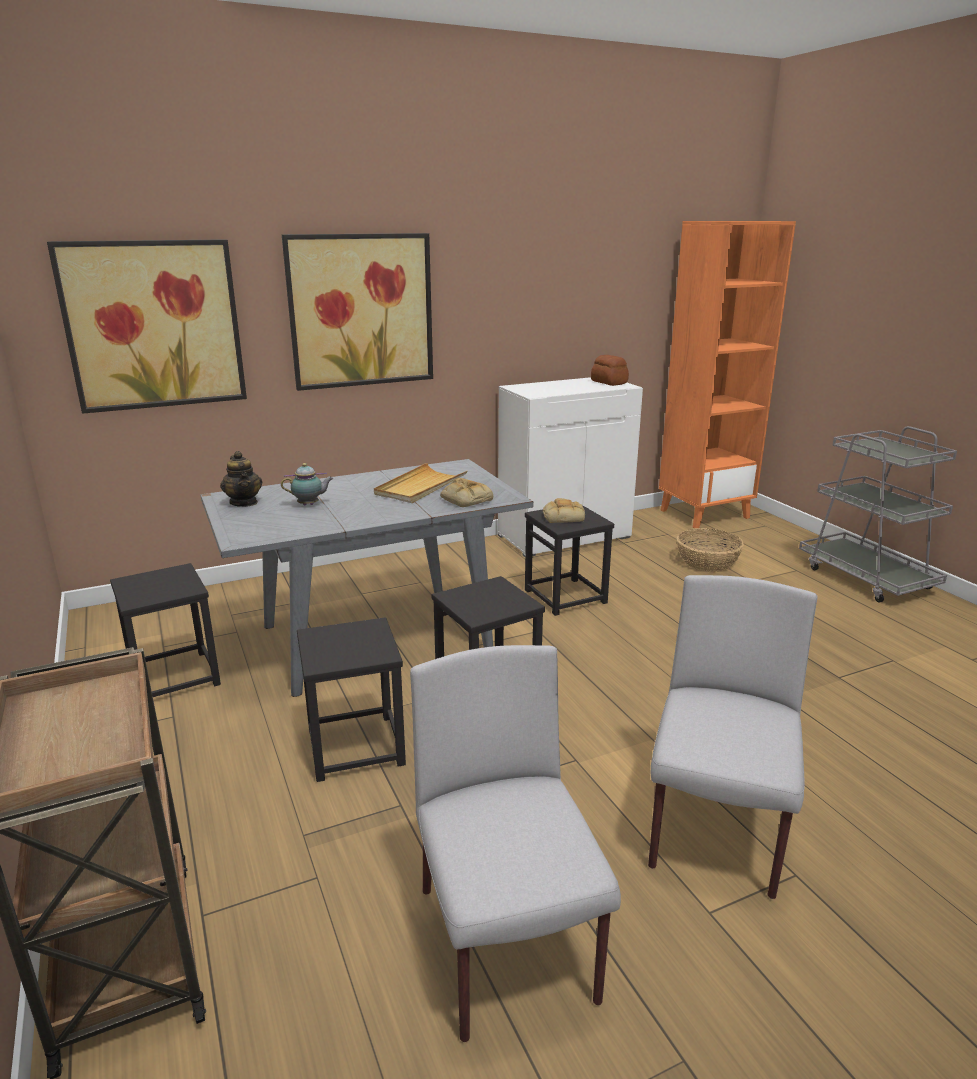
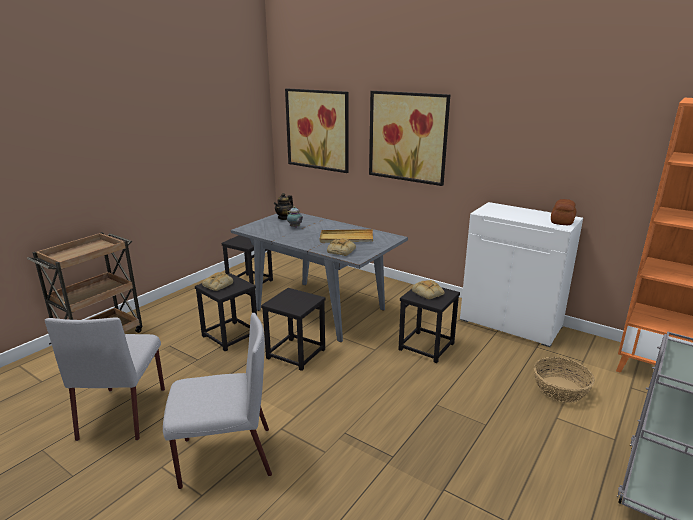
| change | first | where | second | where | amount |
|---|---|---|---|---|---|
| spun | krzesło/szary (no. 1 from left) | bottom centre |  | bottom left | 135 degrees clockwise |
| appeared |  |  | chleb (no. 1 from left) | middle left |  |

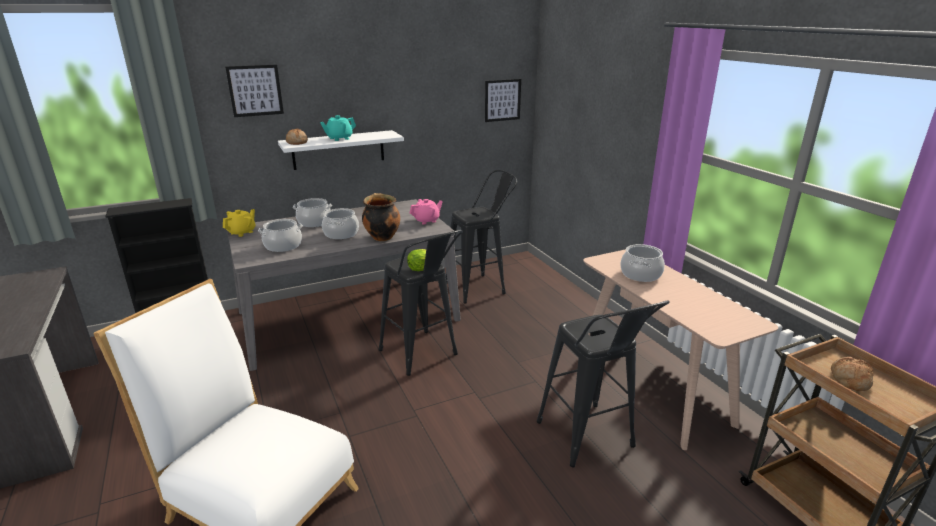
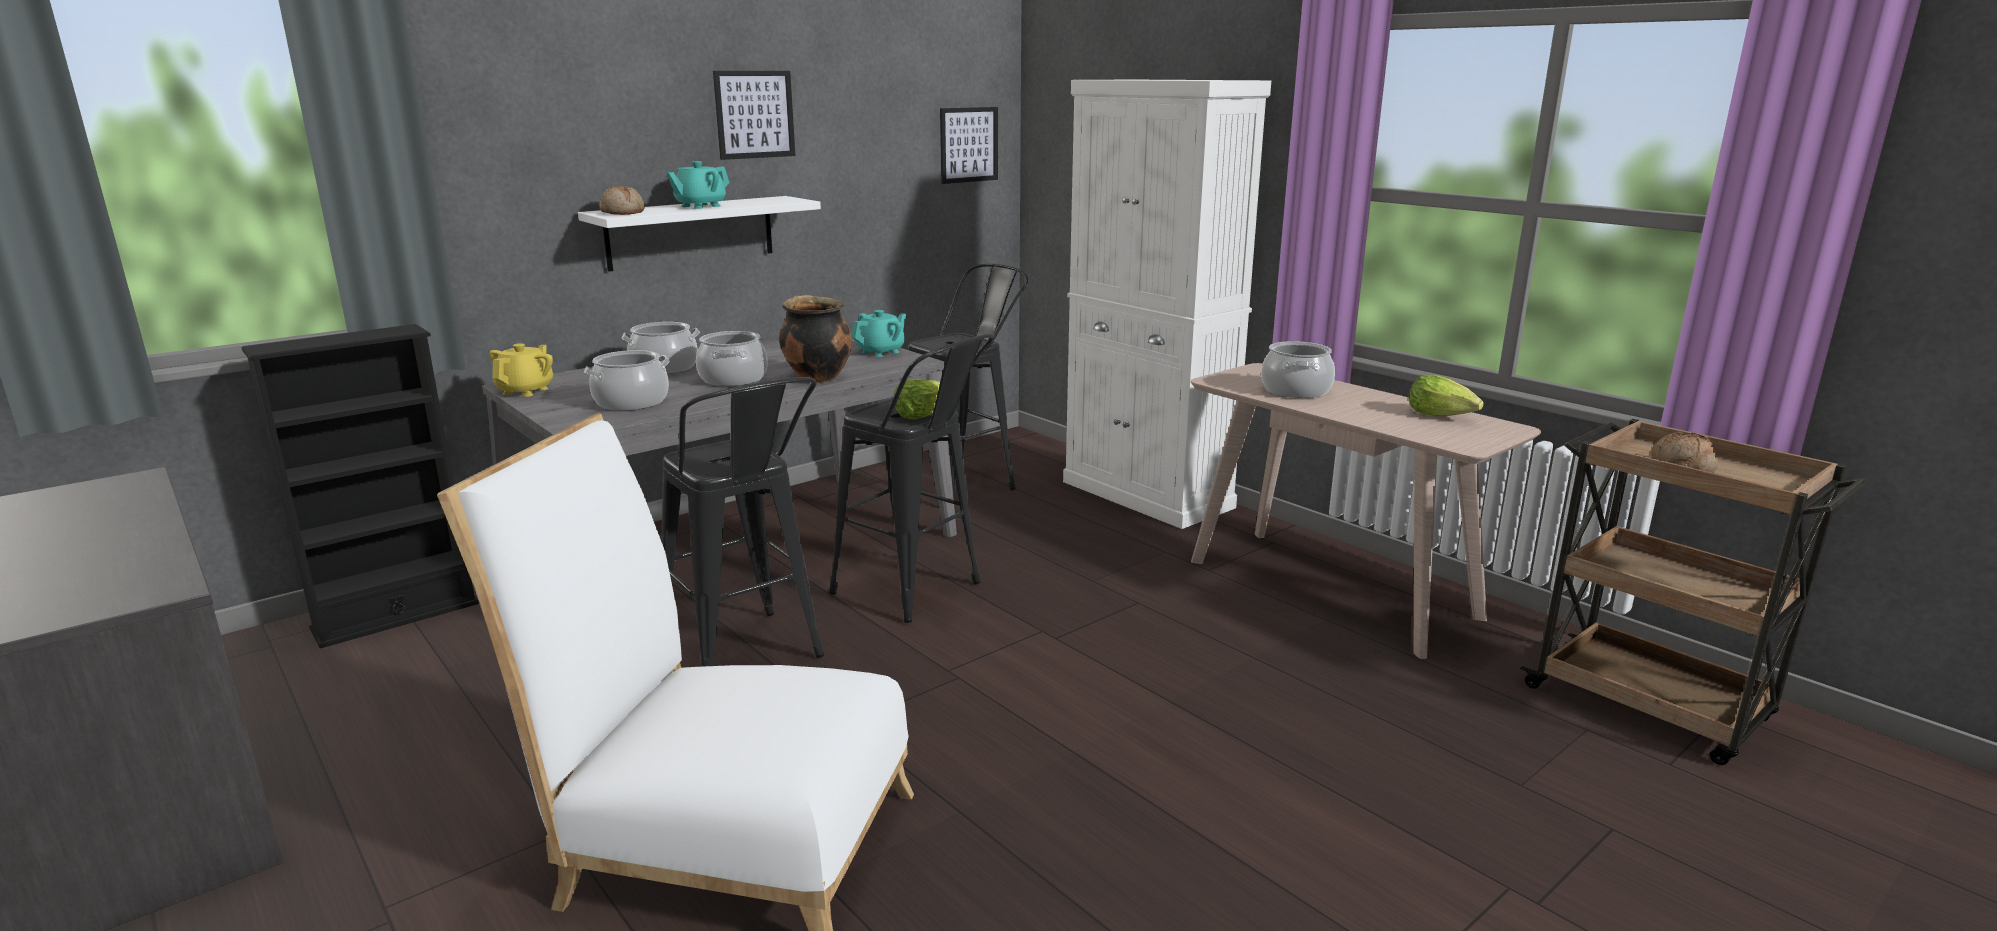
| change | first | where | second | where | amount |
|---|---|---|---|---|---|
| relocated | obraz (no. 1 from left) | top left |  | top centre |  |
| colour | imbryk/różowy | centre | imbryk/turkusowy (no. 2 from left) | centre |  |
| relocated | stołek/czarny (no. 3 from left in the first image) | bottom centre | stołek/czarny (no. 1 from left) | centre |  |
| appeared |  |  | szafka/biały | top centre |  |
| appeared |  |  | sałata (no. 2 from left) | middle right |  |

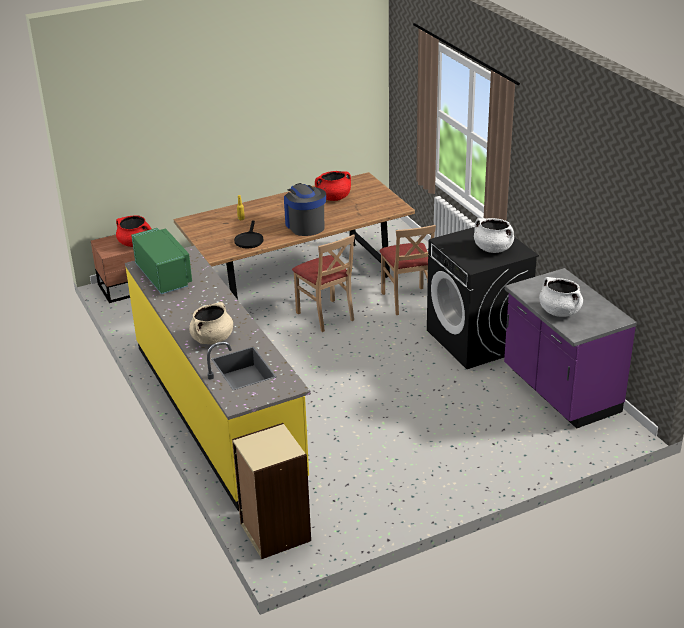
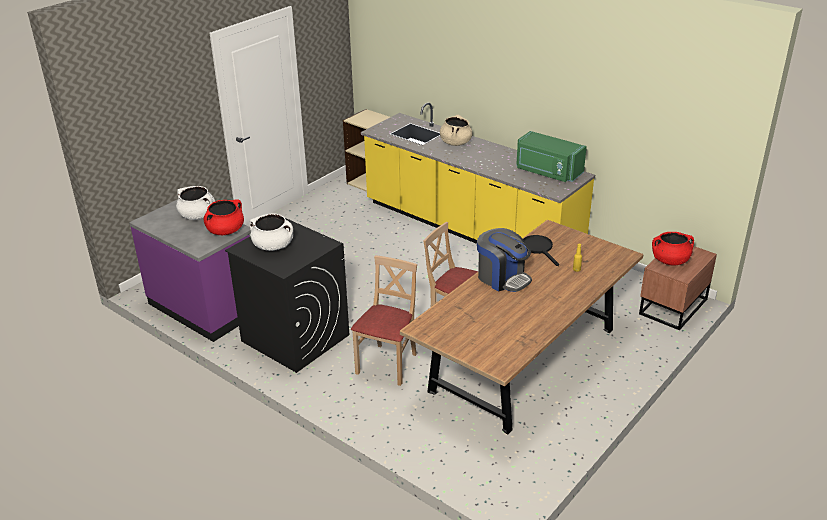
| change | first | where | second | where | amount |
|---|---|---|---|---|---|
| relocated | garnek/czerwony (no. 2 from left in the first image) | top centre | garnek/czerwony (no. 1 from left) | middle left |  |
| spun | krzesło/beżowy (no. 2 from left in the first image) | centre | krzesło/beżowy (no. 1 from left) | centre | 60 degrees clockwise |

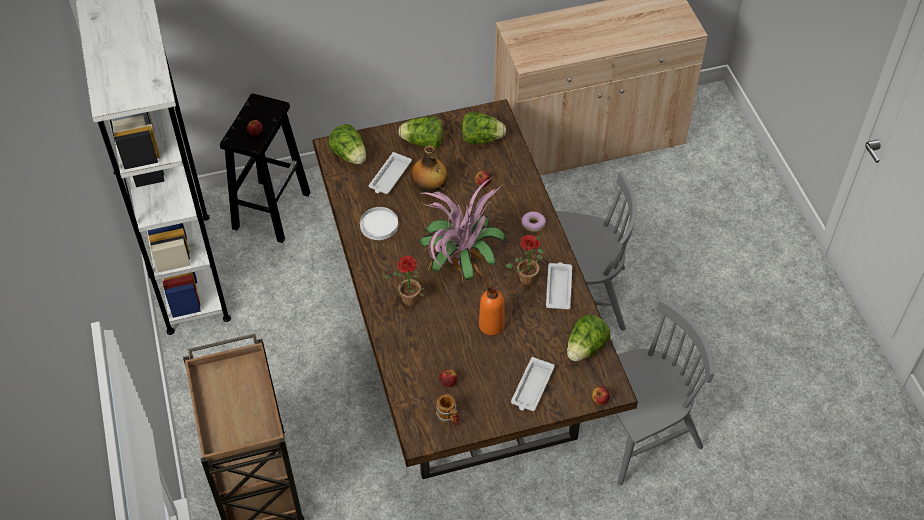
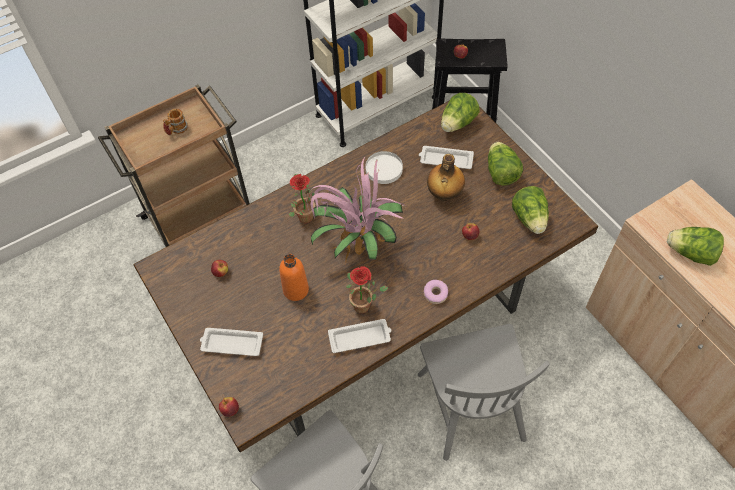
| change | first | where | second | where | amount |
|---|---|---|---|---|---|
| relocated | kubek | bottom centre |  | top left |  |
| relocated | sałata (no. 4 from left) | centre |  | middle right |  |

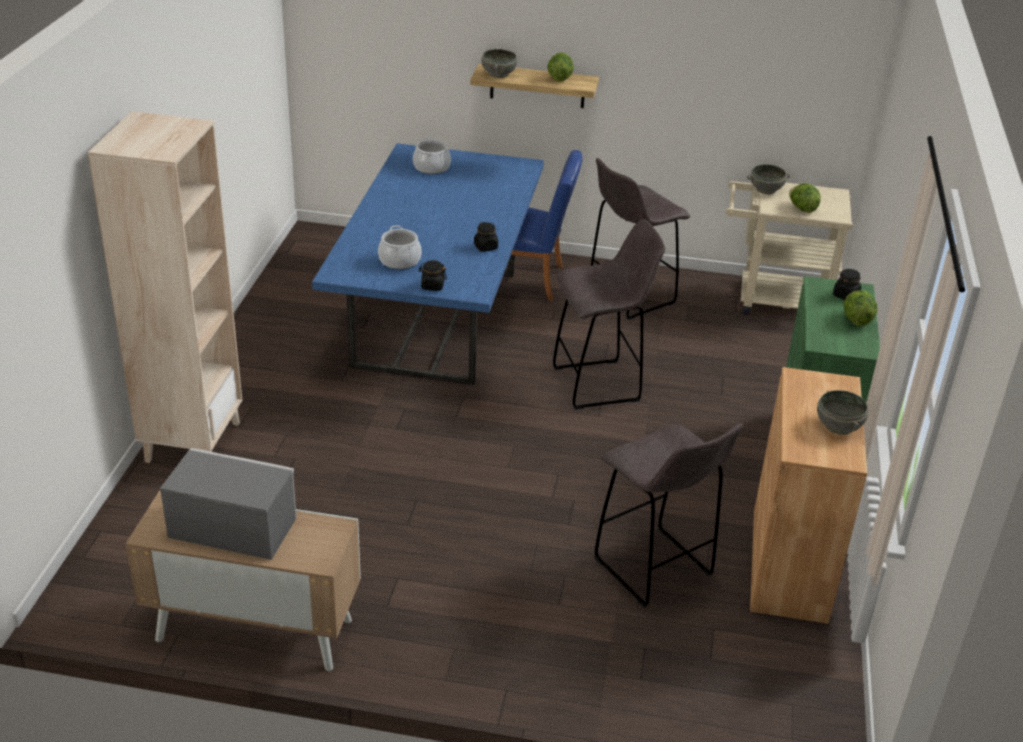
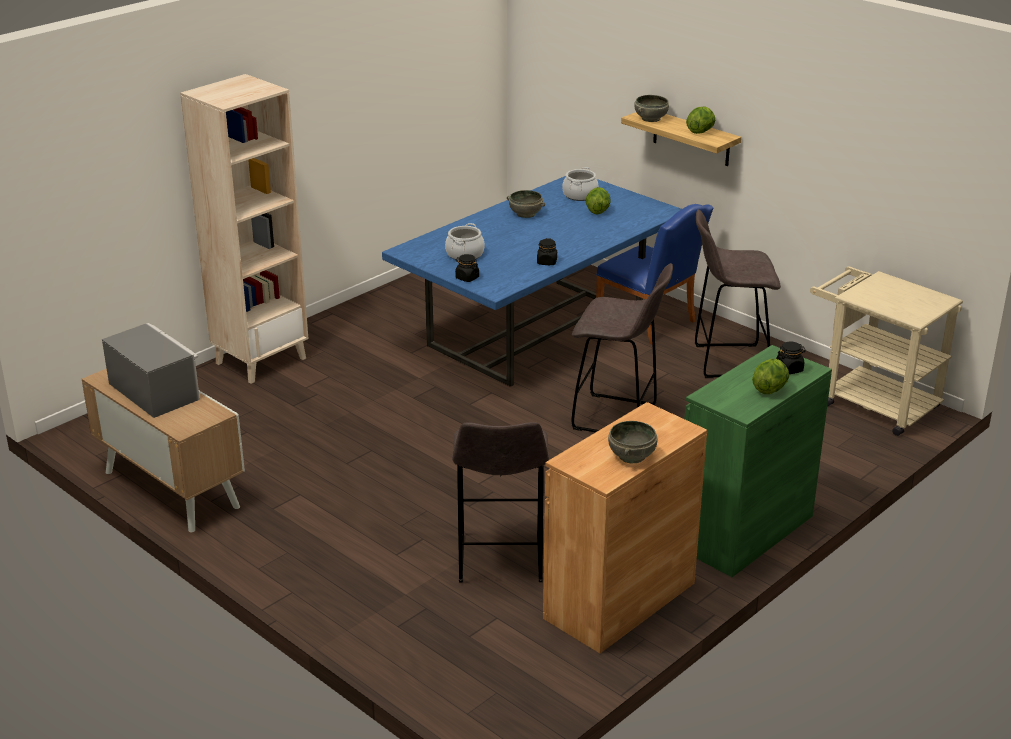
| change | first | where | second | where | amount |
|---|---|---|---|---|---|
| relocated | miska/szary (no. 2 from left in the first image) | top right | miska/szary (no. 1 from left) | top centre |  |
| relocated | sałata (no. 2 from left in the first image) | top right | sałata (no. 1 from left) | top centre |  |

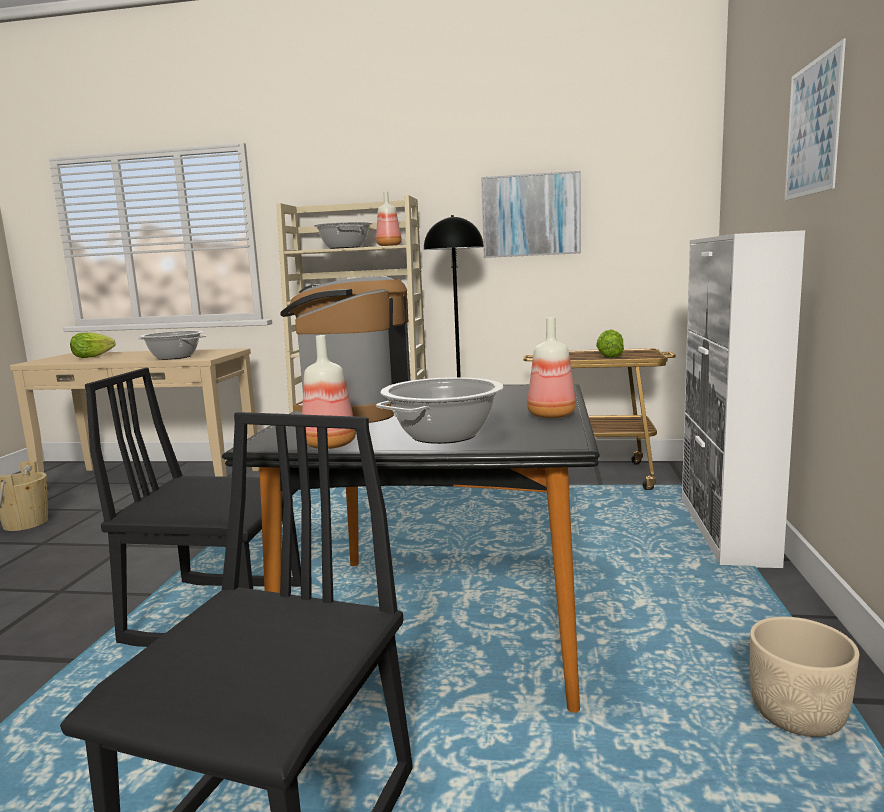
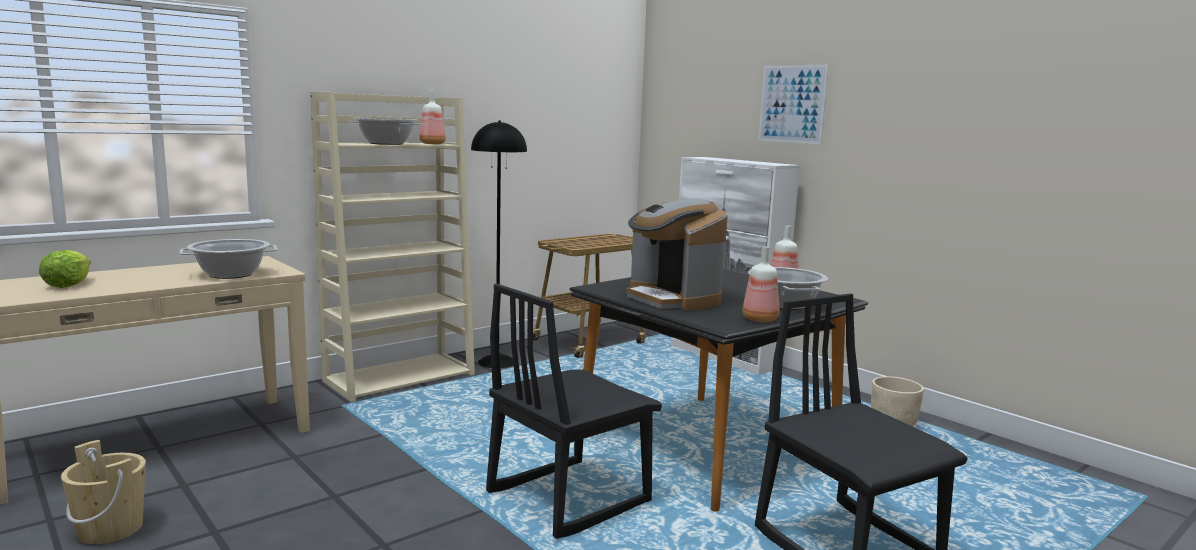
| change | first | where | second | where | amount |
|---|---|---|---|---|---|
| missing | obraz (no. 1 from left) | top centre |  |  |  |
| missing | sałata (no. 2 from left) | middle right |  |  |  |

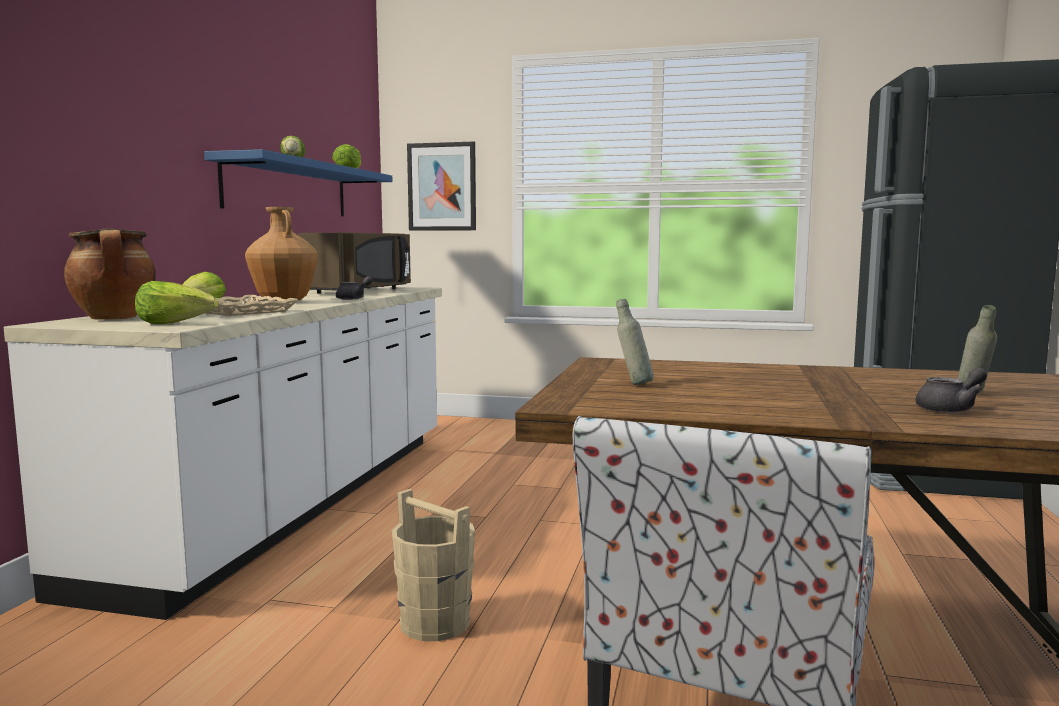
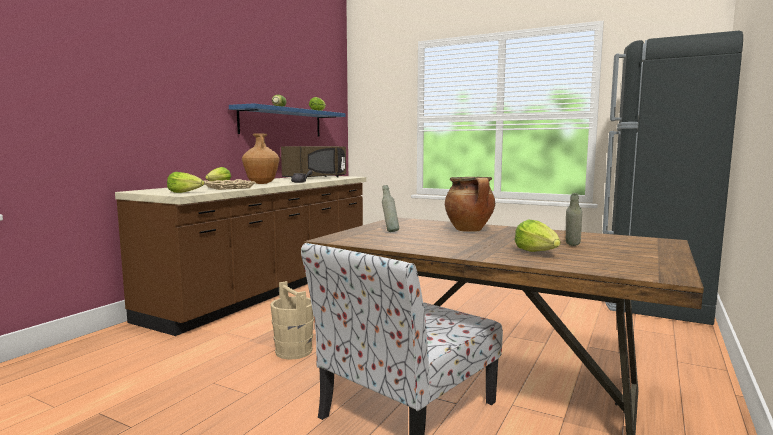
| change | first | where | second | where | amount |
|---|---|---|---|---|---|
| colour | zabudowa kuchenna/biały | middle left | zabudowa kuchenna/brązowy | middle left |  |
| relocated | garnek | middle left |  | centre |  |
| missing | obraz | top centre |  |  |  |
| exchanged | imbryk/szary (no. 2 from left) | middle right | sałata (no. 5 from left) | middle right |  |

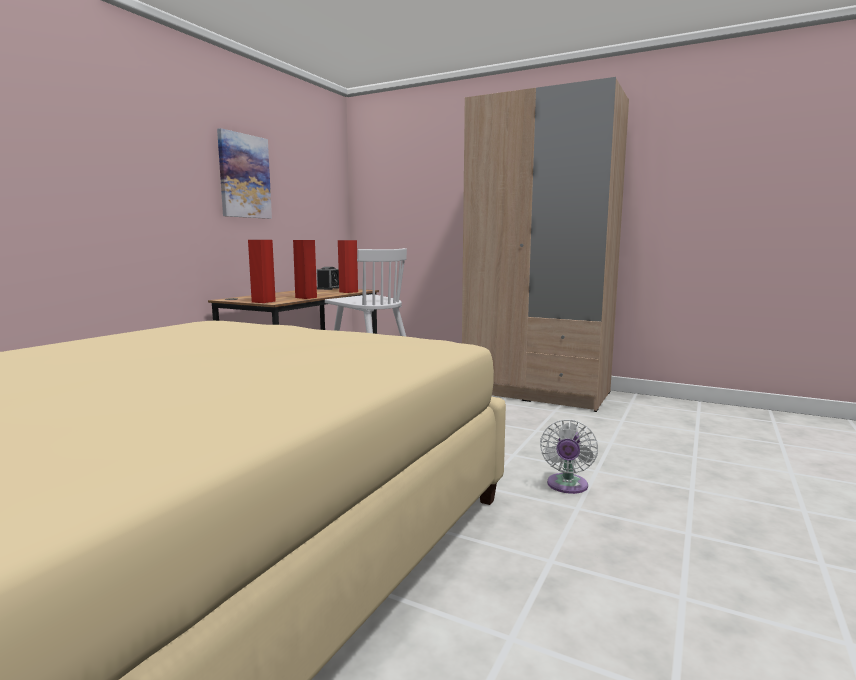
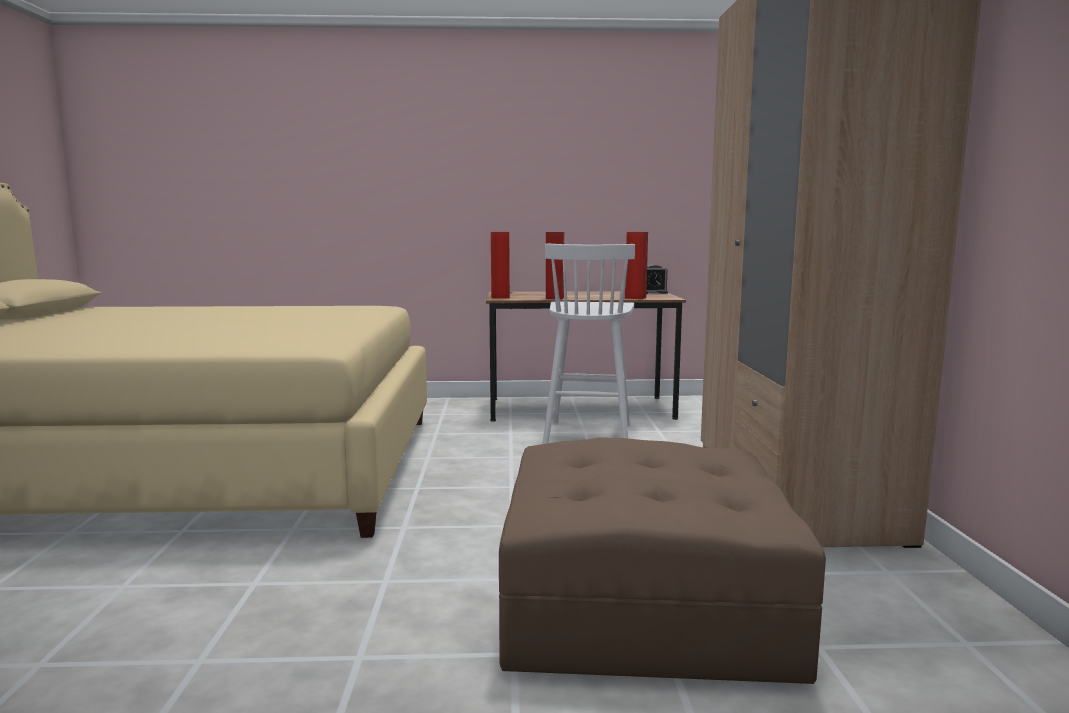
| change | first | where | second | where | amount |
|---|---|---|---|---|---|
| missing | obraz | top left |  |  |  |
| missing | wentylator/biały | bottom centre |  |  |  |
| appeared |  |  | pufa/brązowy | bottom centre |  |

